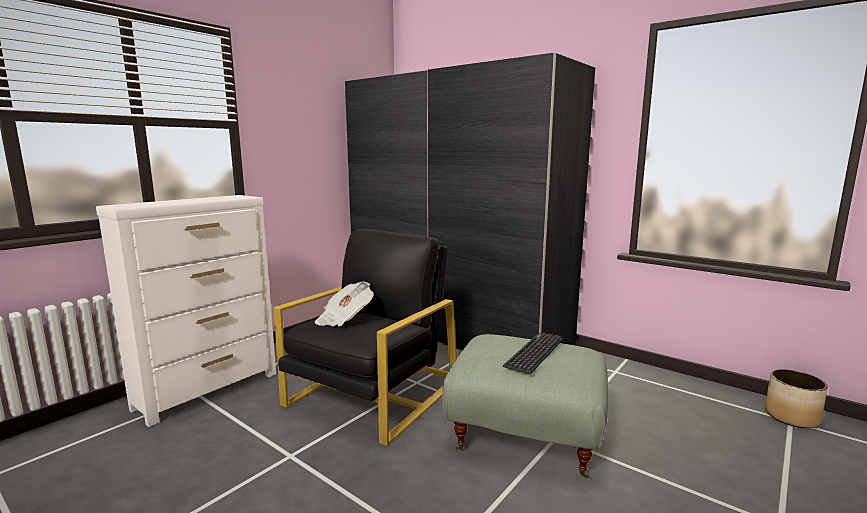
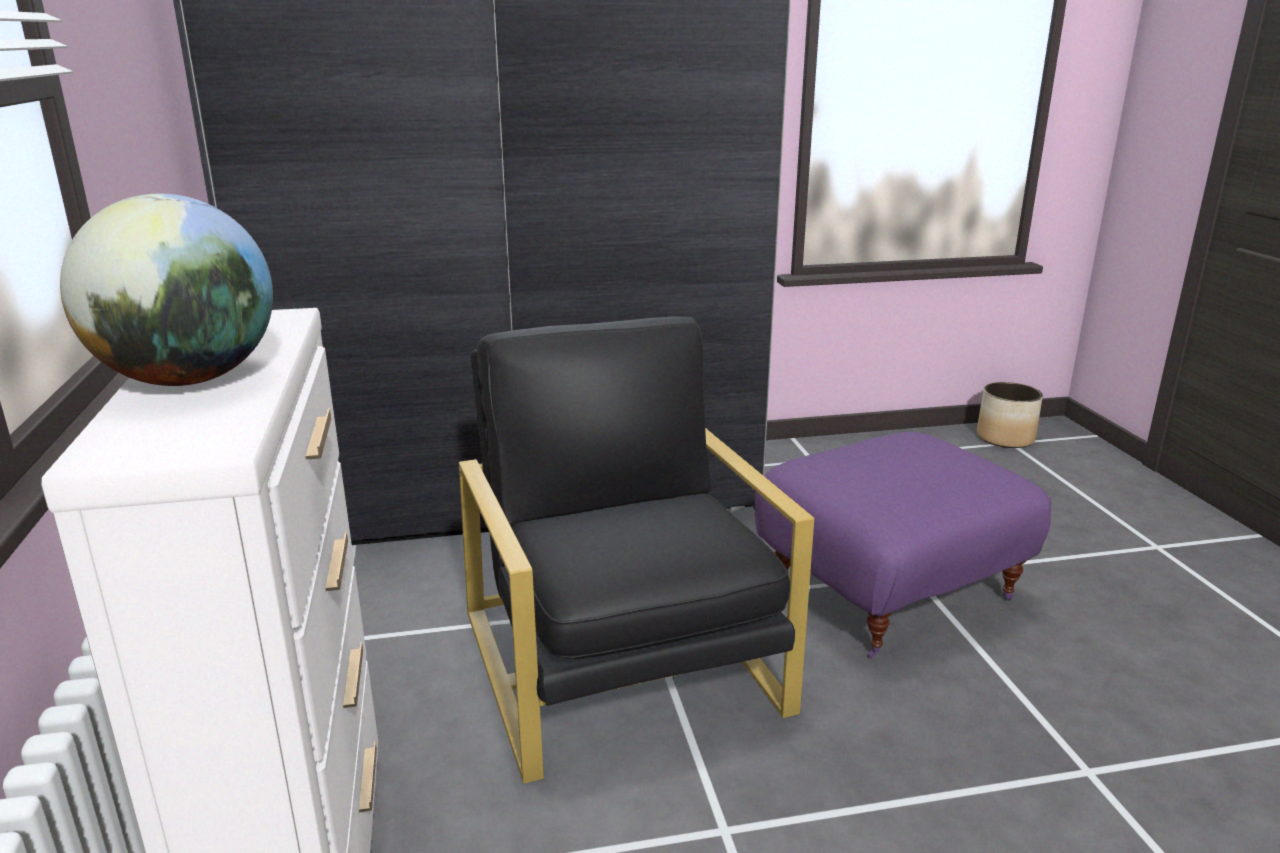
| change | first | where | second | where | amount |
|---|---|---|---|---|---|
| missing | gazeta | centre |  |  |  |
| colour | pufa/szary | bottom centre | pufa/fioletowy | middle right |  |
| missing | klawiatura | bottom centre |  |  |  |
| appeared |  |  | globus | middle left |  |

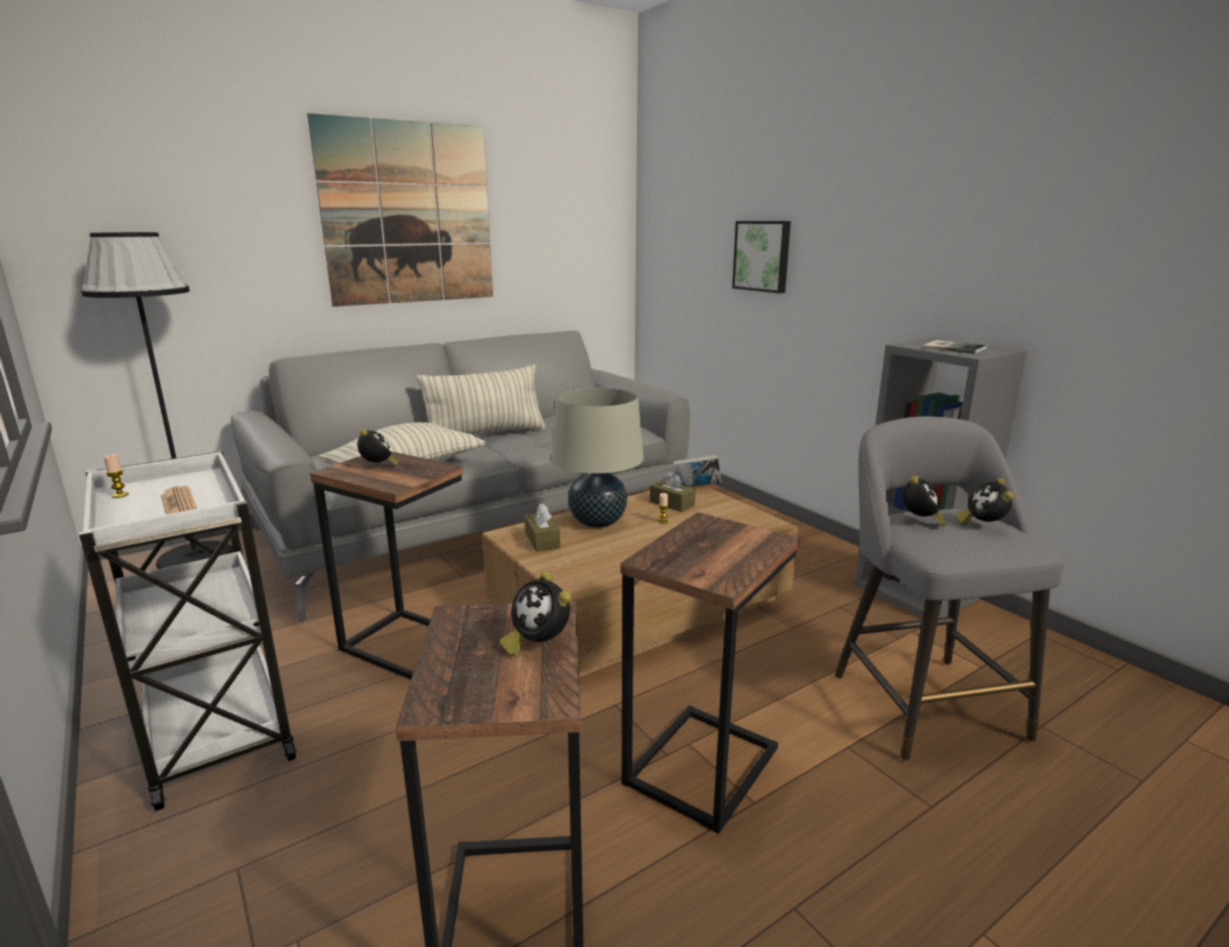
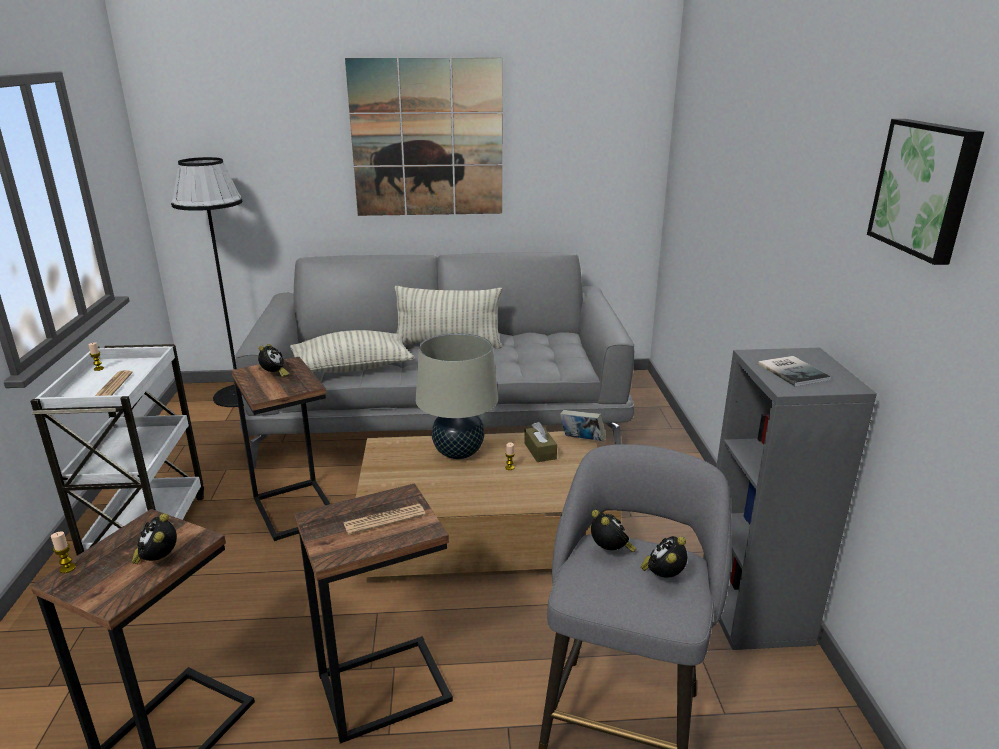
| change | first | where | second | where | amount |
|---|---|---|---|---|---|
| missing | pudełko chusteczek/brązowy (no. 1 from left) | centre |  |  |  |
| relocated | obraz (no. 2 from left) | top centre |  | top right |  |
| spun | budzik (no. 3 from left) | middle right |  | bottom centre | 75 degrees counterclockwise |
| appeared |  |  | świeca (no. 1 from left) | bottom left |  |
| appeared |  |  | gazeta (no. 2 from left) | bottom centre |  |

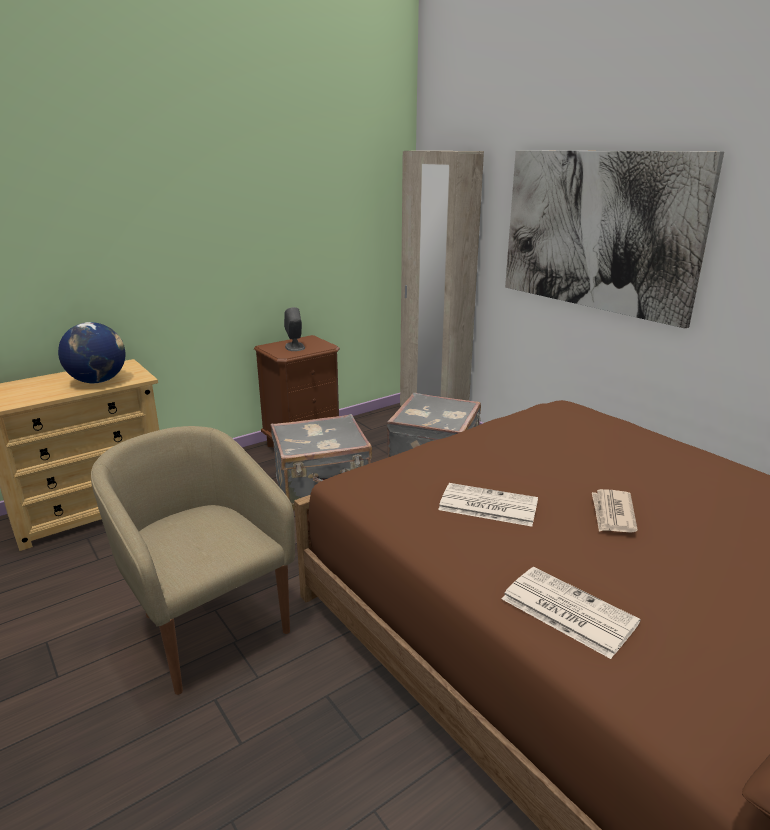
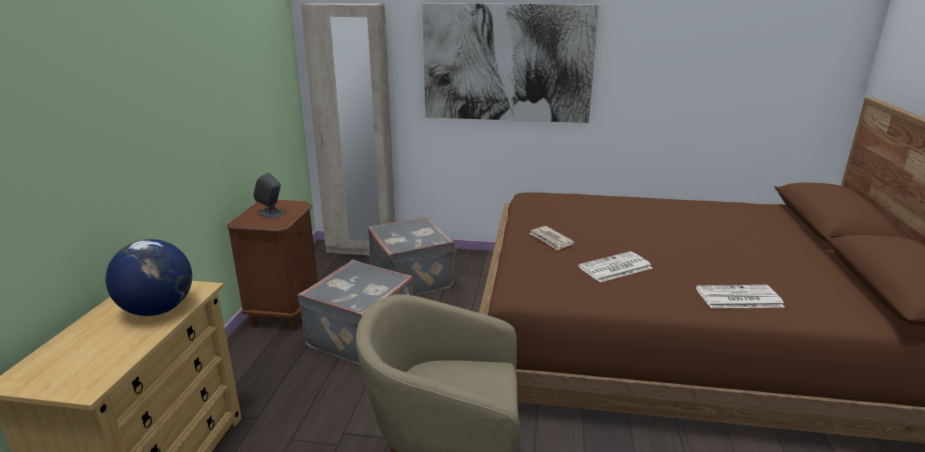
| change | first | where | second | where | amount |
|---|---|---|---|---|---|
| relocated | gazeta (no. 3 from left in the first image) | middle right | gazeta (no. 1 from left) | centre |  |

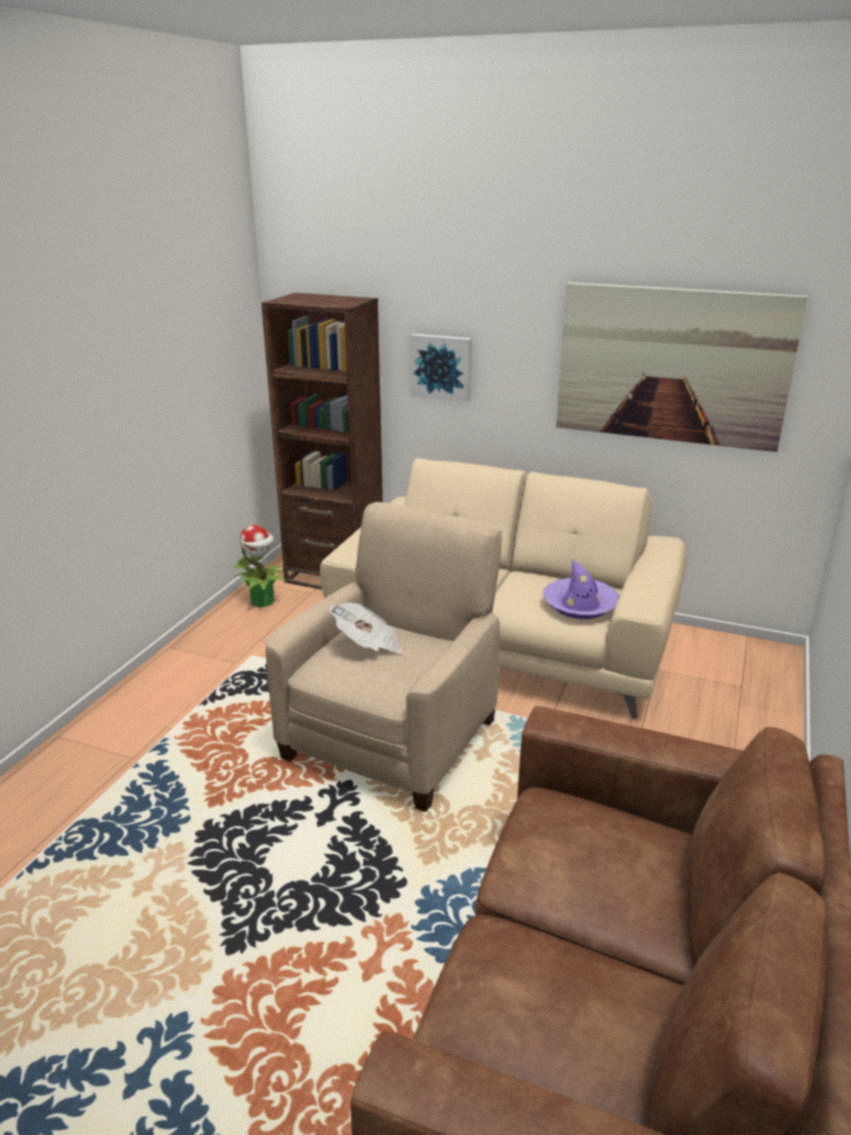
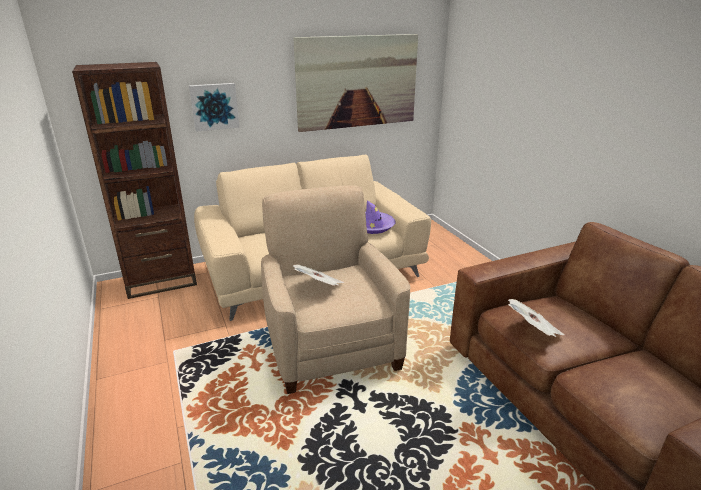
| change | first | where | second | where | amount |
|---|---|---|---|---|---|
| missing | roślina doniczkowa | middle left |  |  |  |
| appeared |  |  | gazeta (no. 2 from left) | middle right |  |

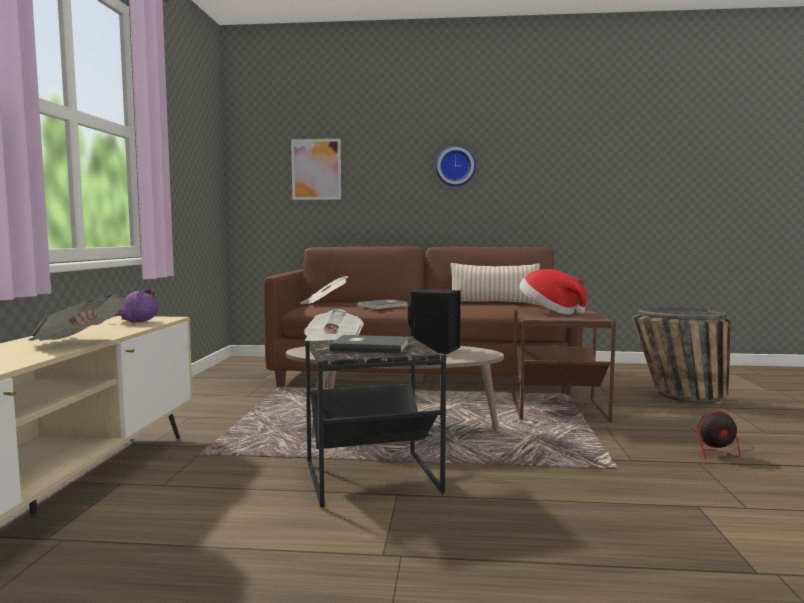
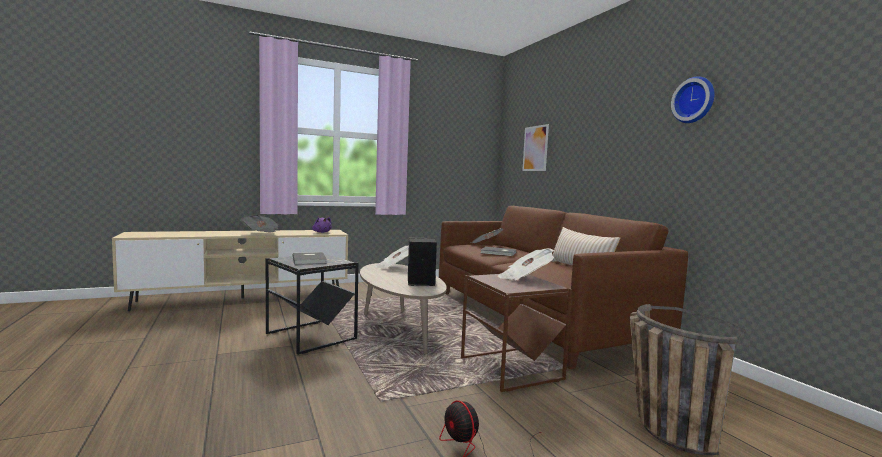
| change | first | where | second | where | amount |
|---|---|---|---|---|---|
| relocated | zegar ścienny | top centre |  | top right |  |
| exchanged | kapelusz | middle right | gazeta (no. 4 from left) | centre |  |

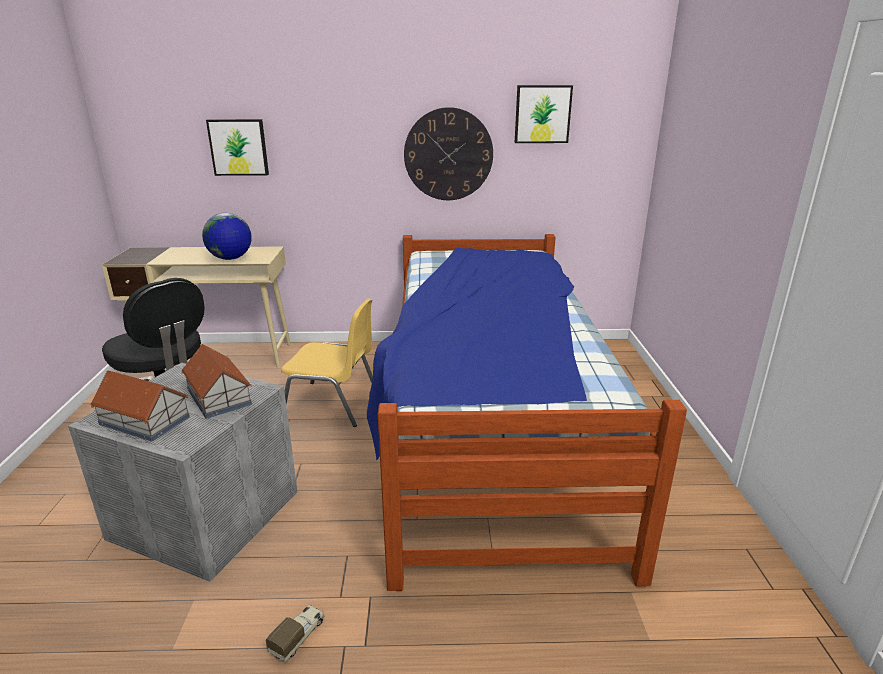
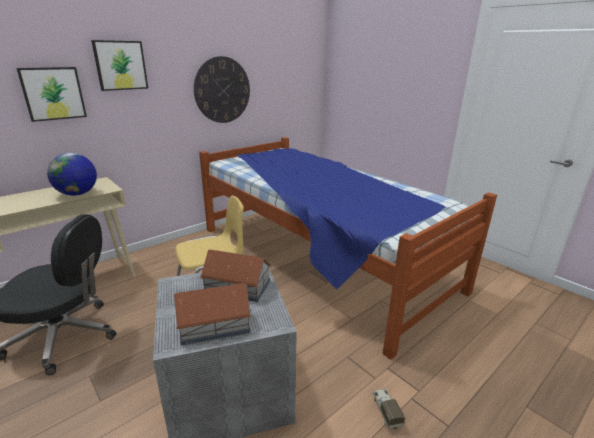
| change | first | where | second | where | amount |
|---|---|---|---|---|---|
| relocated | obraz (no. 2 from left) | top centre |  | top left |  |

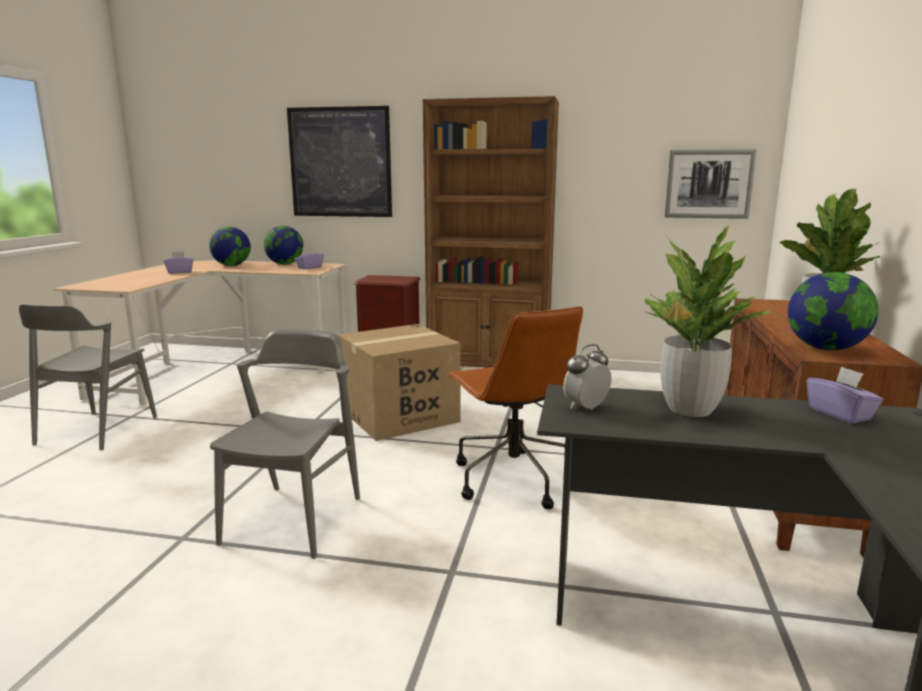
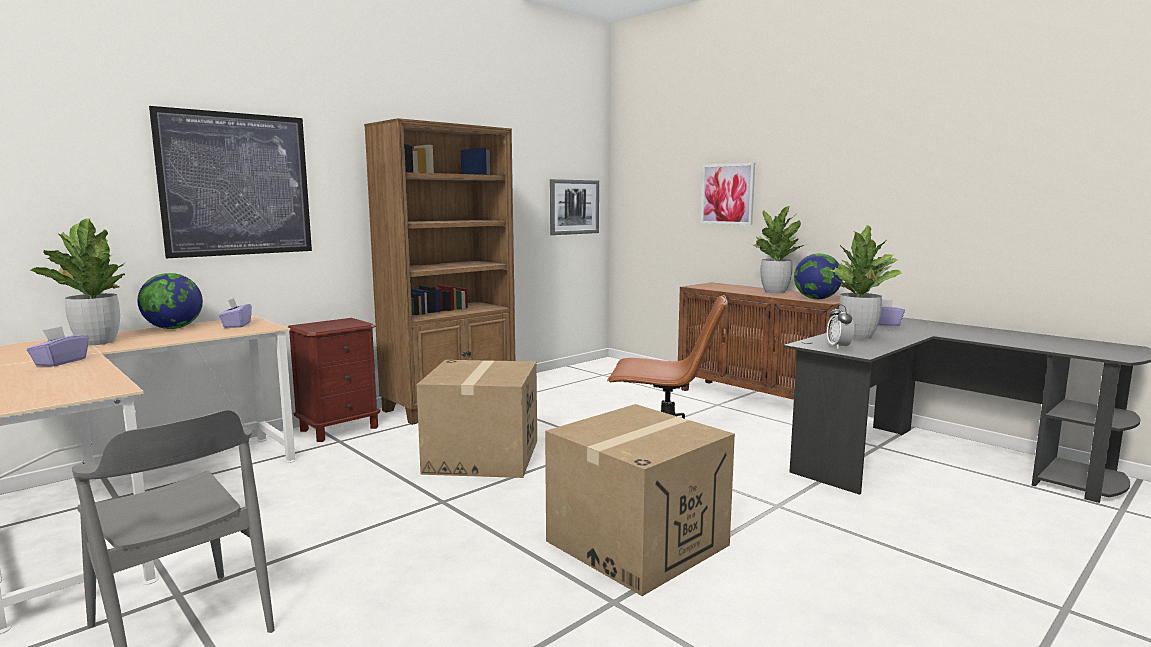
| change | first | where | second | where | amount |
|---|---|---|---|---|---|
| exchanged | globus (no. 1 from left) | middle left | roślina doniczkowa (no. 1 from left) | middle left |  |
| exchanged | krzesło/szary (no. 2 from left) | middle left | karton (no. 2 from left) | bottom centre |  |
| appeared |  |  | obraz (no. 3 from left) | top centre |  |

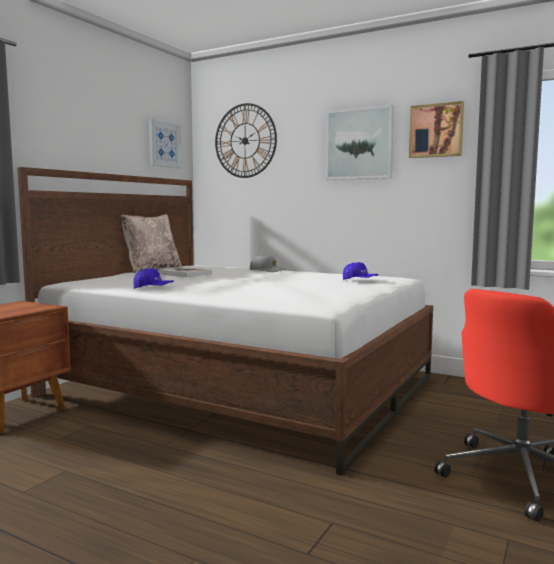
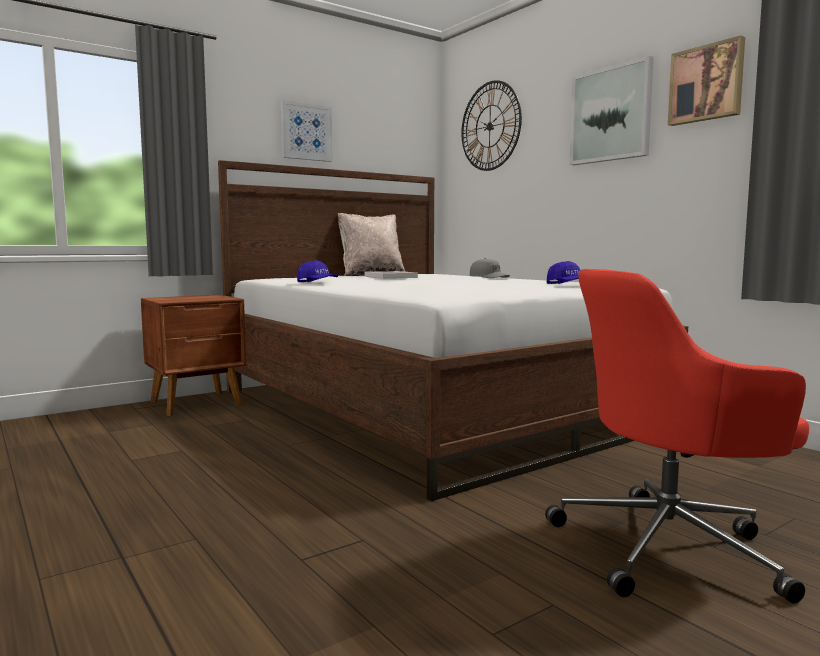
| change | first | where | second | where | amount |
|---|---|---|---|---|---|
| relocated | obraz (no. 1 from left) | top left |  | top centre |  |

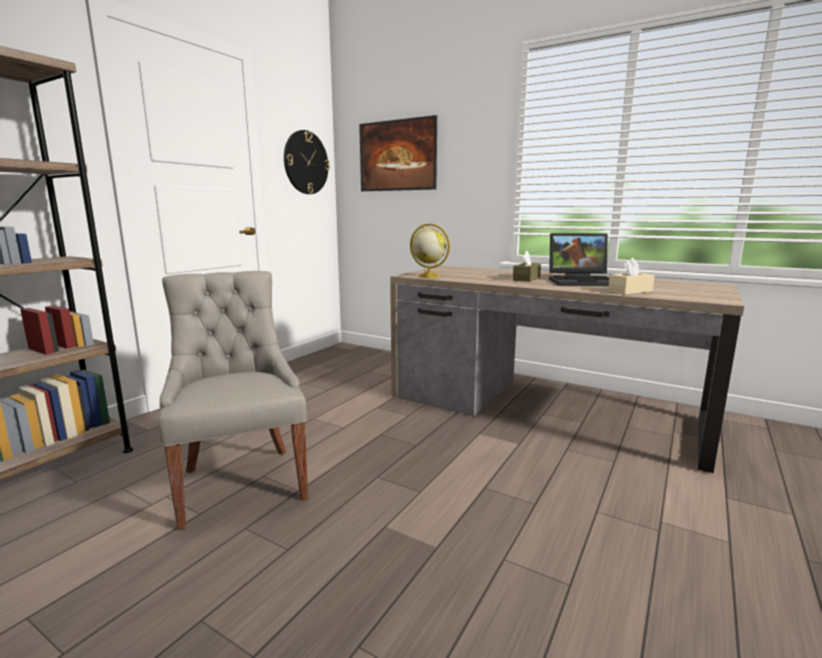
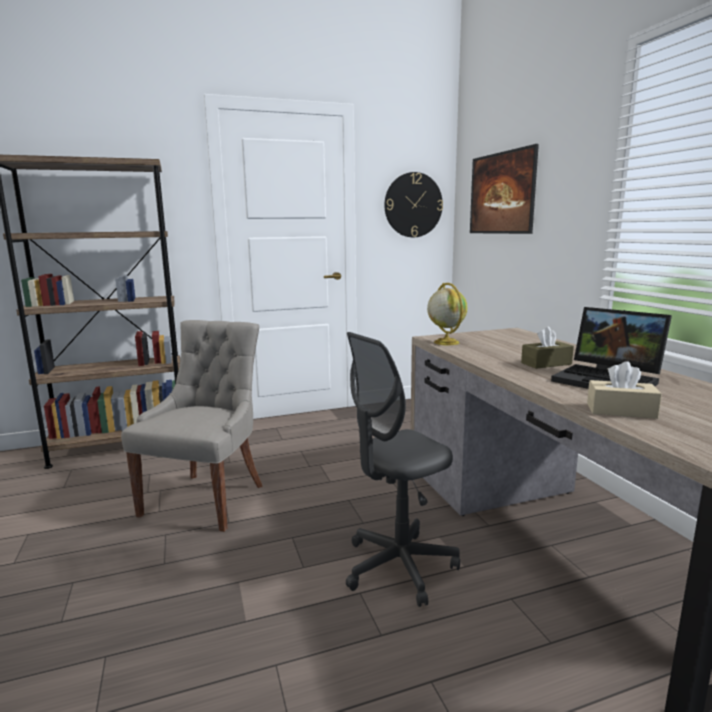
| change | first | where | second | where | amount |
|---|---|---|---|---|---|
| appeared |  |  | krzesło biurowe/szary | centre |  |

